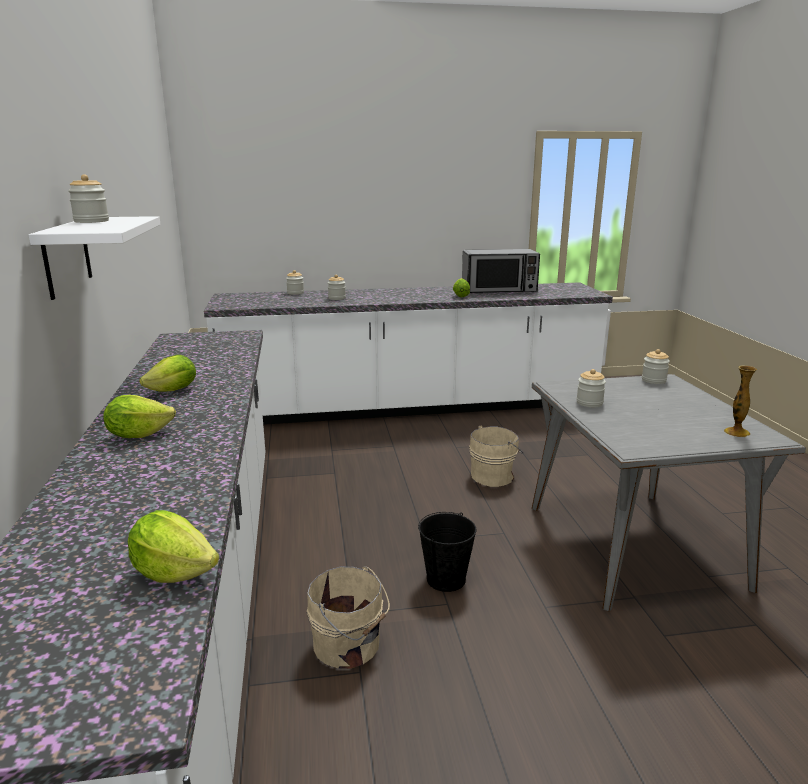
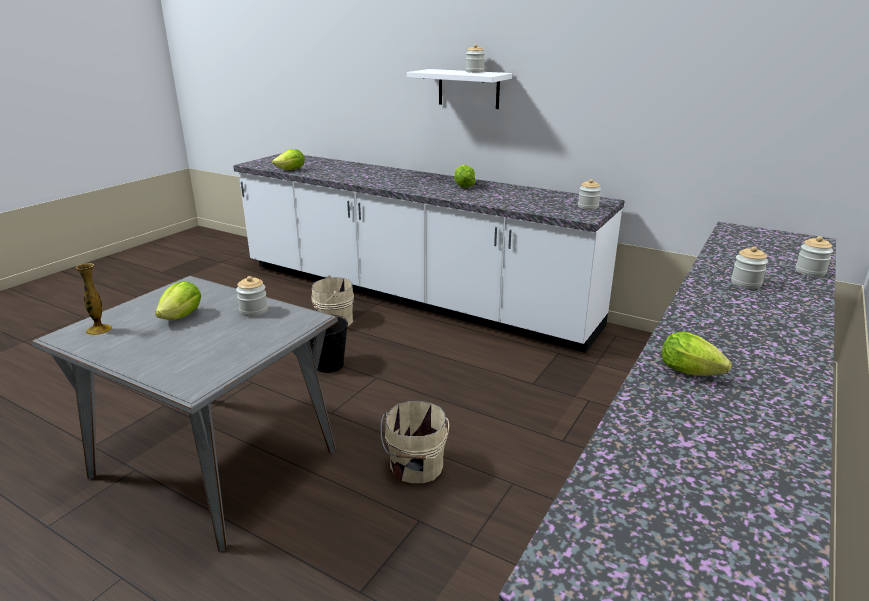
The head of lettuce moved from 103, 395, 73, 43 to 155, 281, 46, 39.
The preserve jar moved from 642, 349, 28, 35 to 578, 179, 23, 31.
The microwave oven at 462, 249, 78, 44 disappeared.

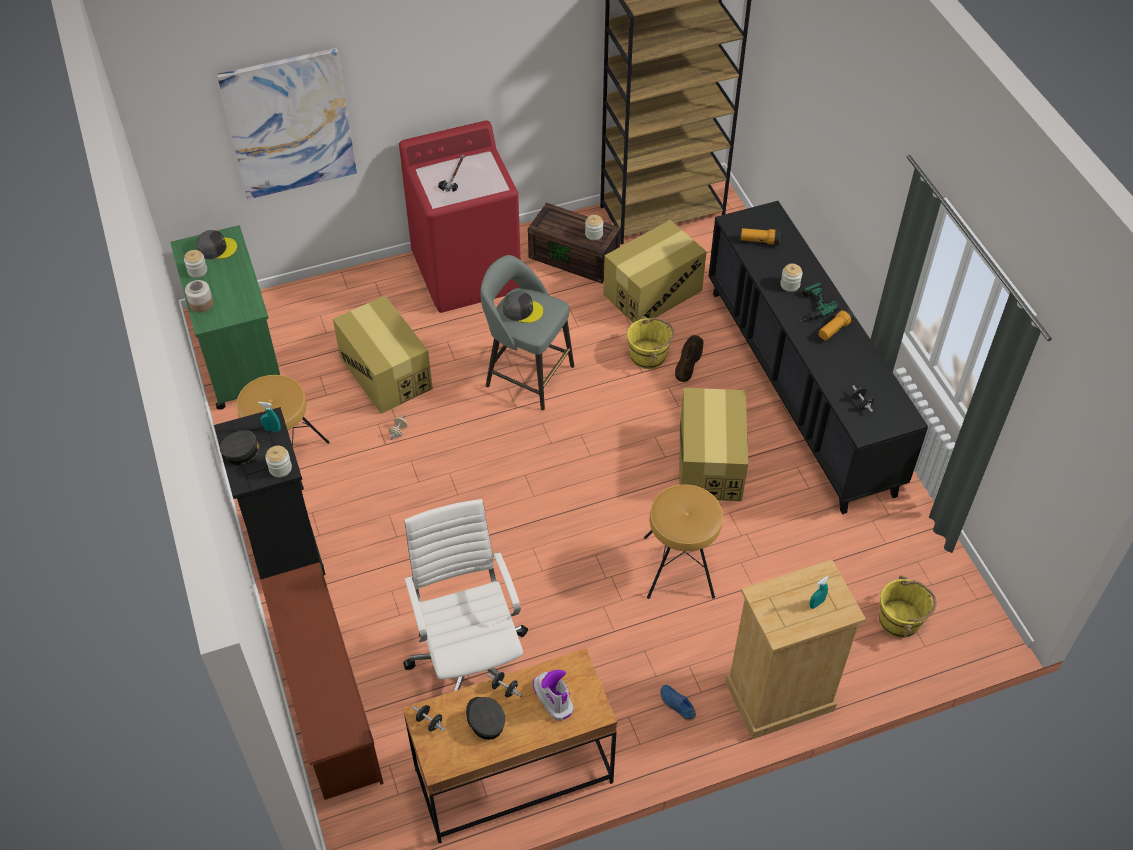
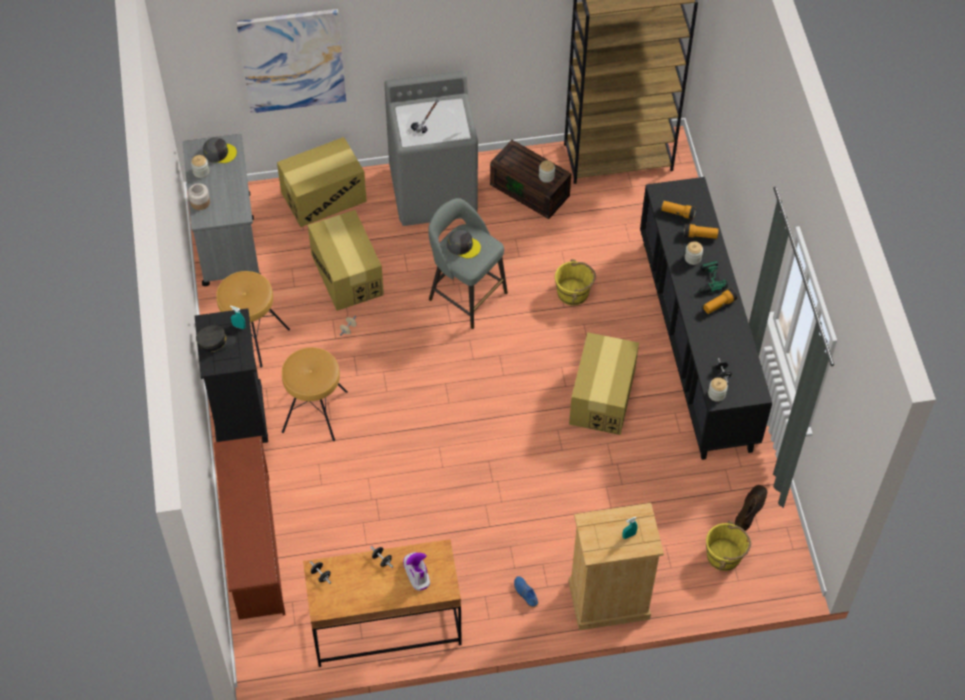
The trolley in green-coloured at 171, 226, 109, 184 became the trolley in greyish at 183, 134, 78, 152.
The cardboard box moved from 603, 220, 104, 103 to 277, 137, 90, 90.
The stool seat in brown-coloured moved from 644, 484, 79, 115 to 282, 347, 66, 94.
The laundry machine in reddish at 399, 121, 122, 192 became the laundry machine in greyish at 384, 71, 94, 155.
The torch at 684, 224, 35, 15 appeared.
The preserve jar moved from 265, 446, 27, 31 to 708, 377, 20, 25.
The high-top boot in brown-coloured moved from 675, 335, 28, 47 to 735, 485, 32, 46.
The desk chair in white at 403, 499, 125, 192 disappeared.
The cap in greyish at 466, 697, 39, 43 disappeared.

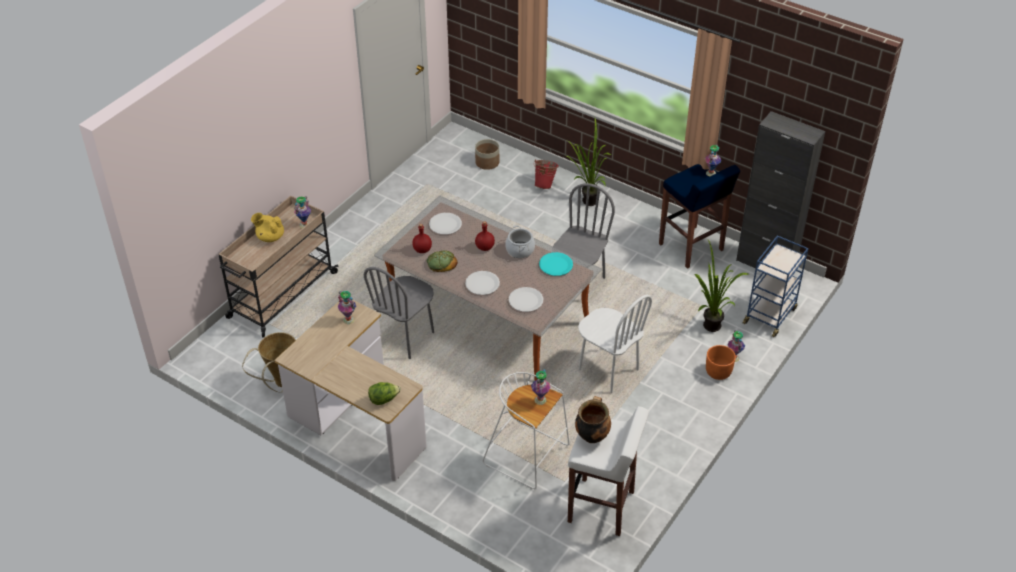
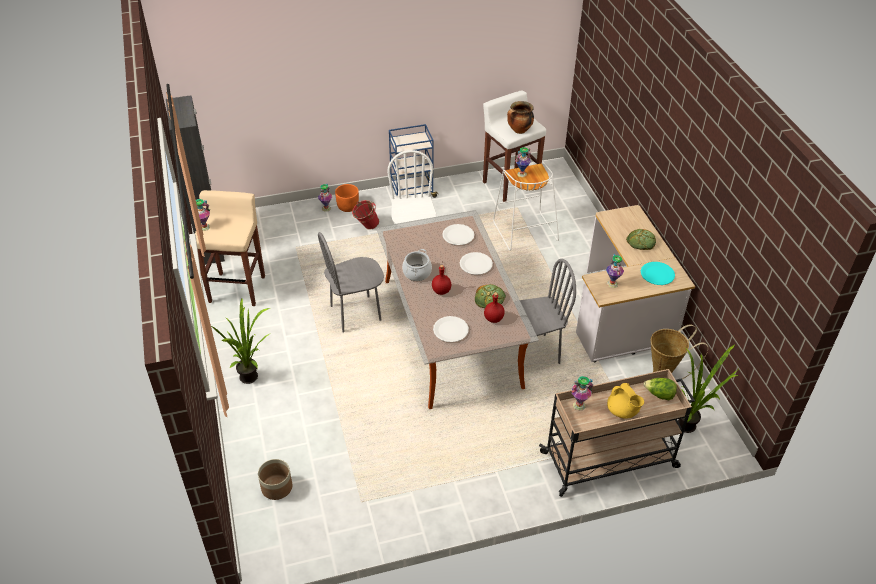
The stool seat in blue-coloured at 659, 164, 81, 105 became the stool seat in sand-coloured at 195, 190, 70, 116.
The pail in reddish moved from 534, 159, 25, 30 to 352, 200, 27, 30.
The trolley in blue-coloured moved from 743, 235, 66, 102 to 389, 124, 50, 74.
The bread at 626, 229, 30, 21 appeared.
The dinner plate in turquoise-coloured moved from 539, 252, 34, 24 to 641, 262, 34, 23.
The head of lettuce moved from 368, 382, 33, 23 to 643, 378, 34, 22.
The potted plant moved from 695, 240, 53, 92 to 678, 344, 60, 89.

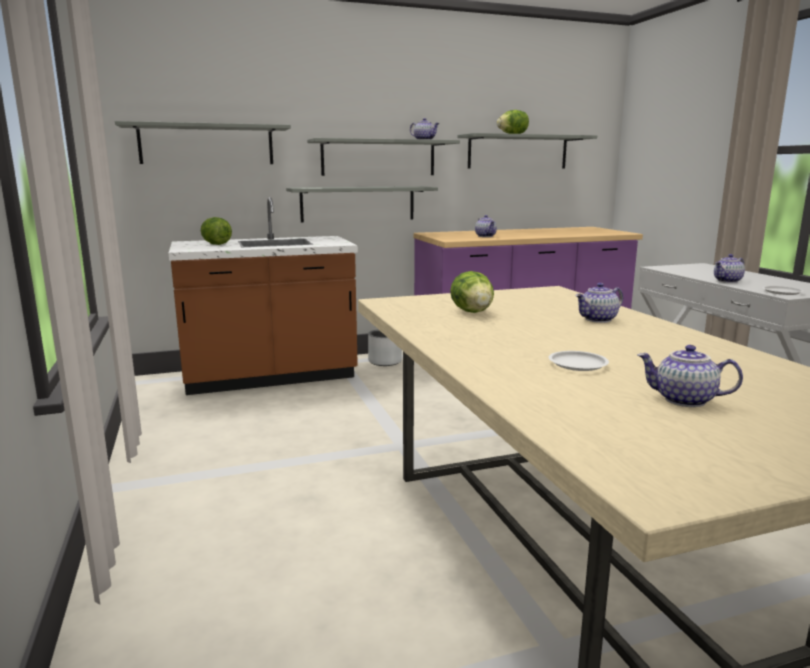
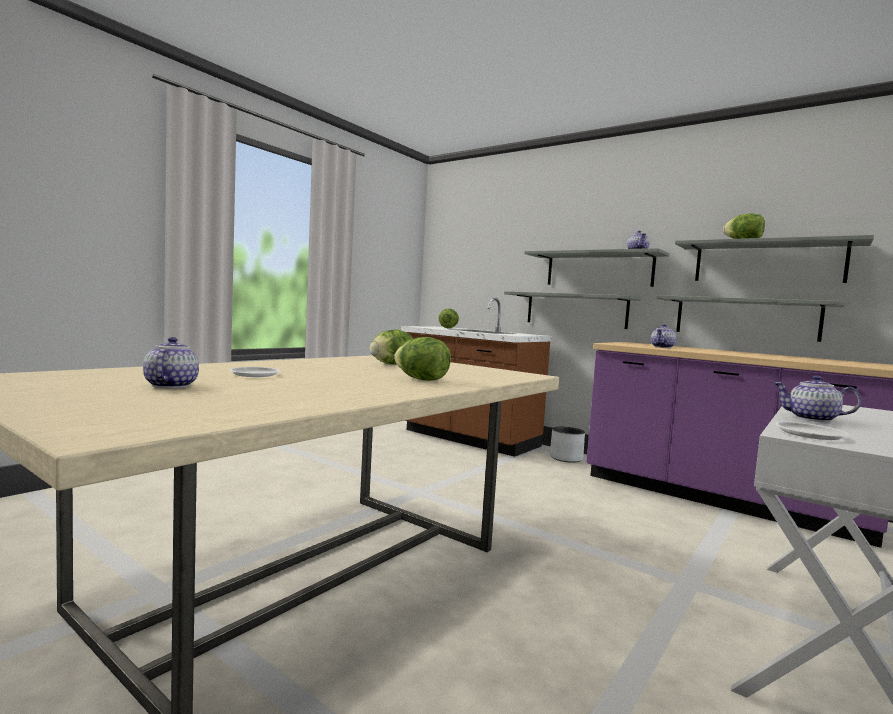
The teapot at 575, 283, 48, 40 was replaced by the head of lettuce at 394, 337, 57, 44.
The wall shelf in greyish moved from 115, 121, 176, 43 to 656, 295, 189, 47.

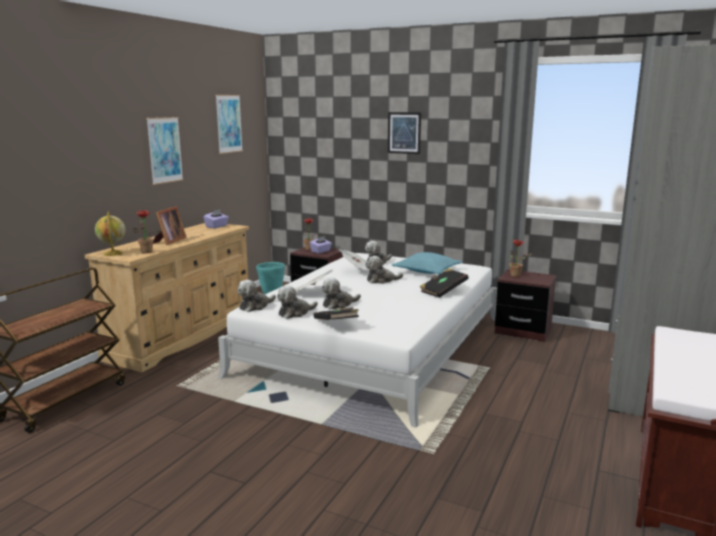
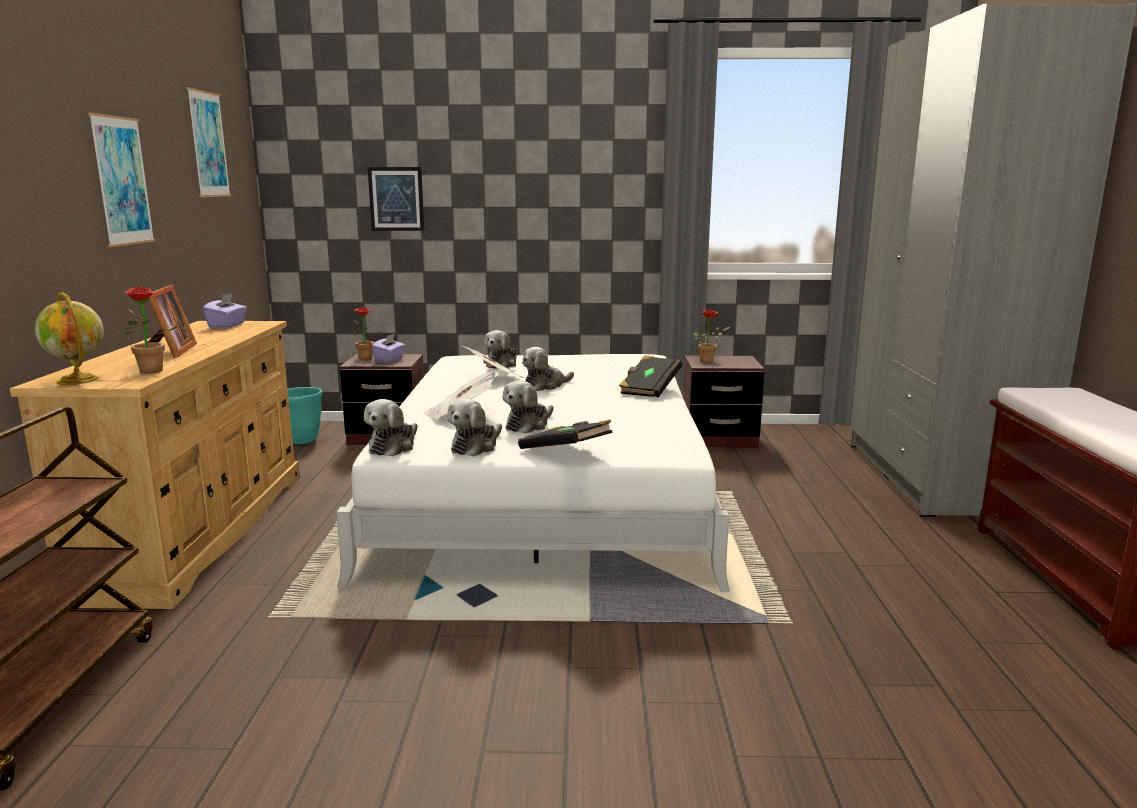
The wall art moved from 388, 112, 33, 42 to 368, 167, 56, 64.
The pillow in turquoise-coloured at 392, 252, 70, 22 disappeared.

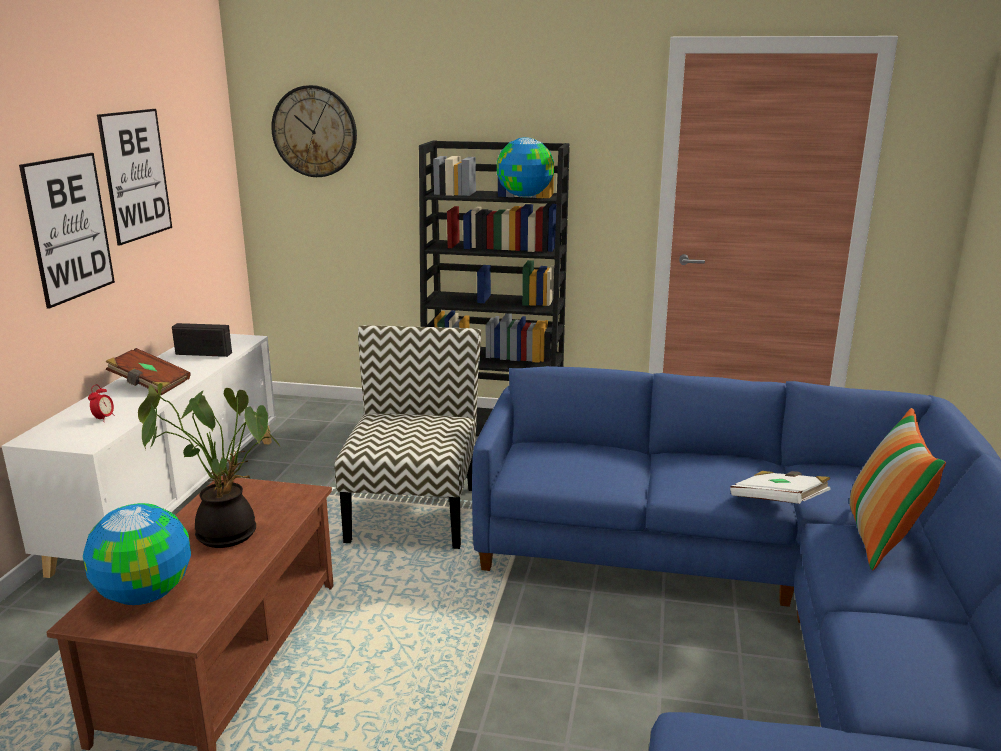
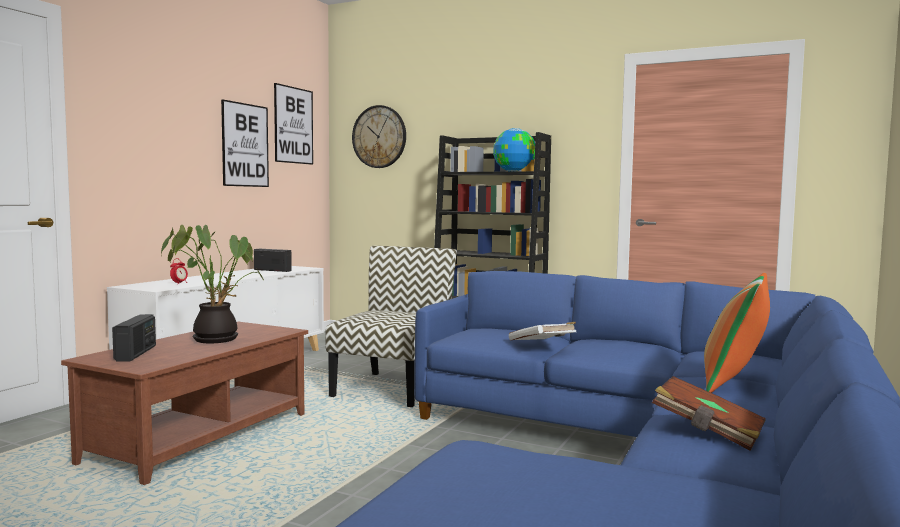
The desk globe at 83, 503, 108, 102 was replaced by the radio set at 112, 314, 44, 48.
The wall art moved from 19, 153, 96, 156 to 274, 83, 39, 82.
The book in white moved from 730, 471, 101, 33 to 509, 322, 67, 18.
The book in brown-coloured moved from 106, 348, 85, 47 to 652, 376, 114, 75.

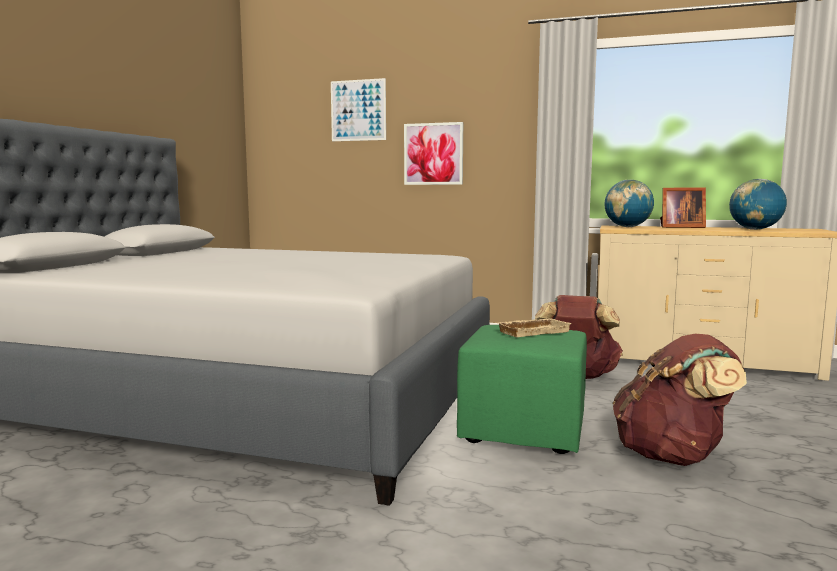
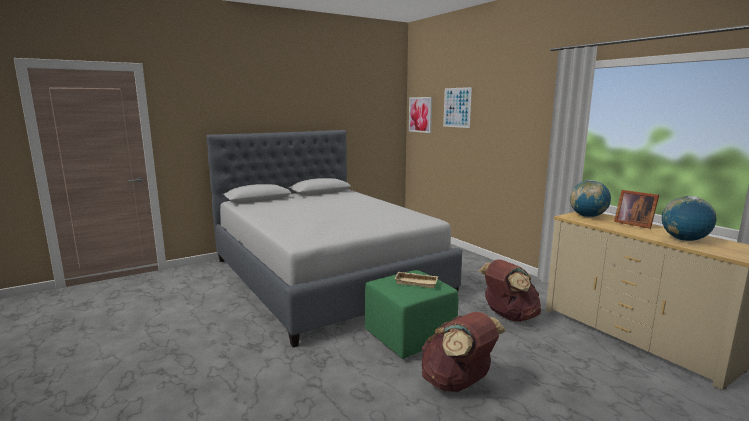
The wall art moved from 404, 122, 59, 63 to 409, 97, 23, 36.

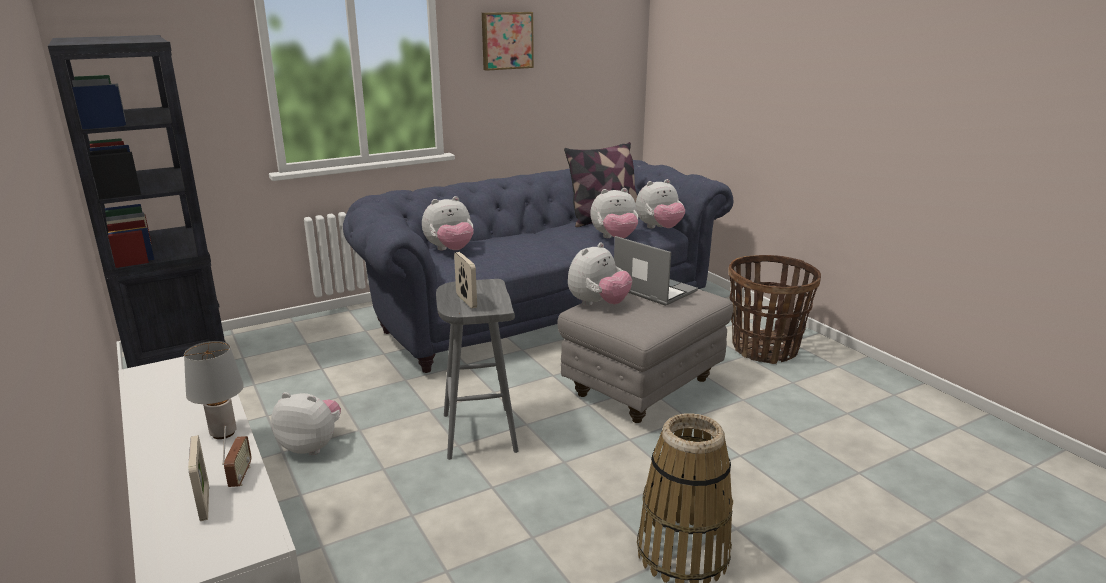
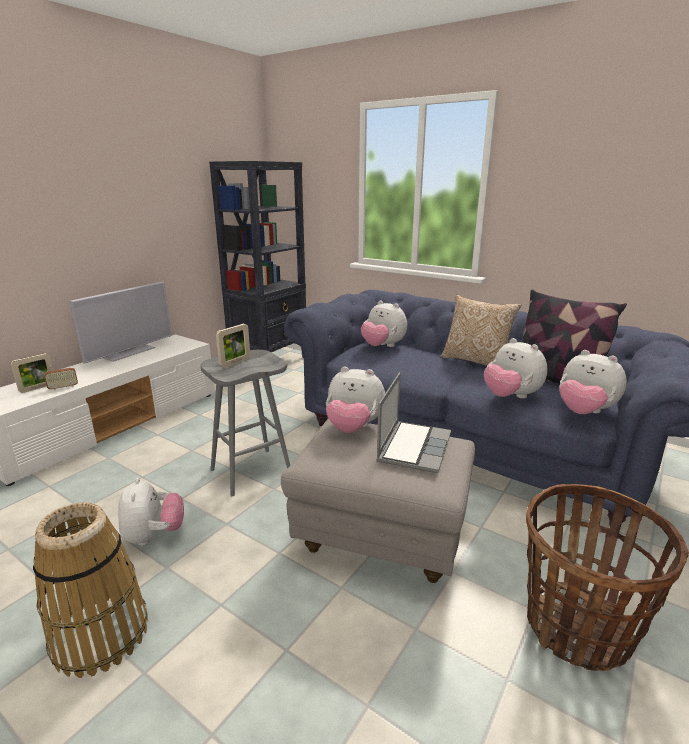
The TV set at 69, 281, 103, 83 appeared.
The plush toy moved from 271, 392, 70, 63 to 118, 478, 66, 68.
The pillow at 441, 295, 80, 71 appeared.
The tabletop lamp in greyish at 184, 341, 60, 98 disappeared.
The wall art at 482, 12, 52, 59 disappeared.

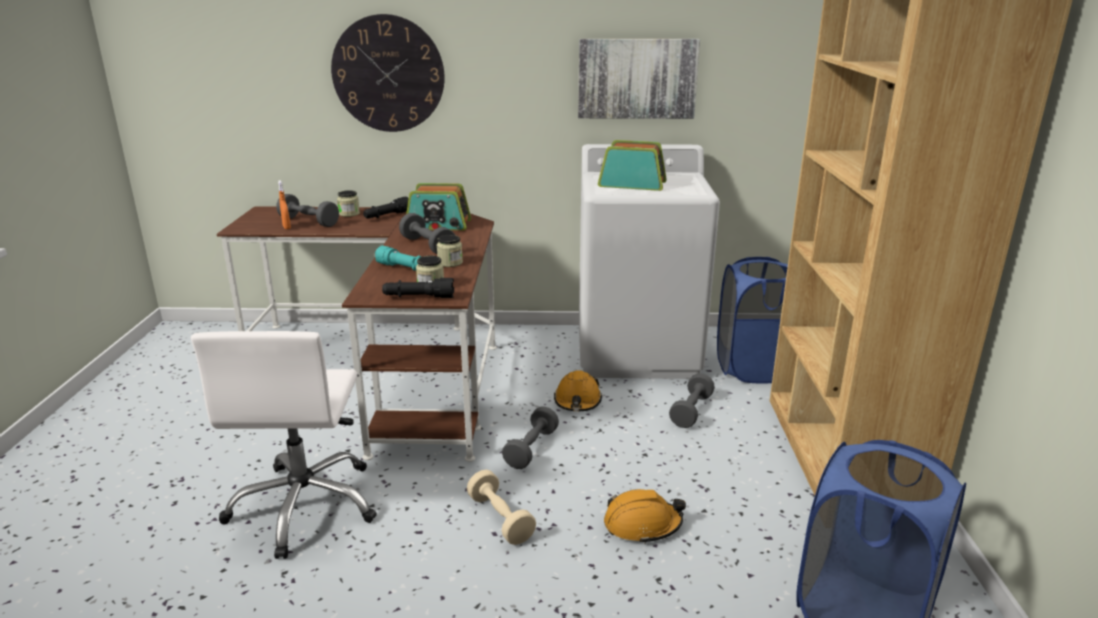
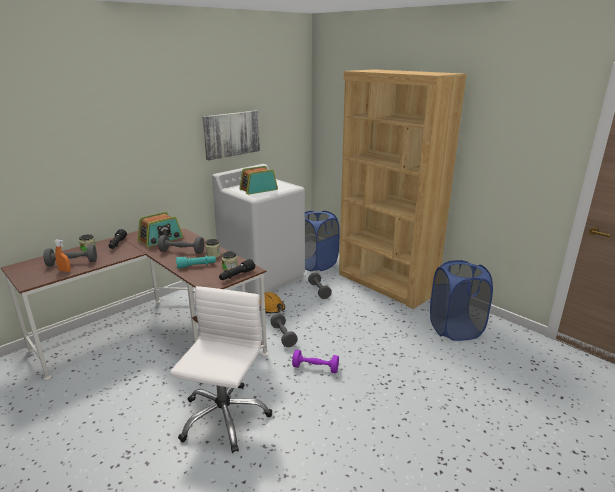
The desk chair in white at 191, 331, 186, 228 turned 120 degrees counterclockwise.
The dumbbell in sand-coloured at 467, 470, 69, 75 became the dumbbell in purple at 292, 350, 47, 23.
The clock on the wall at 331, 14, 114, 118 disappeared.
The work helmet in orangey at 604, 489, 82, 55 disappeared.

